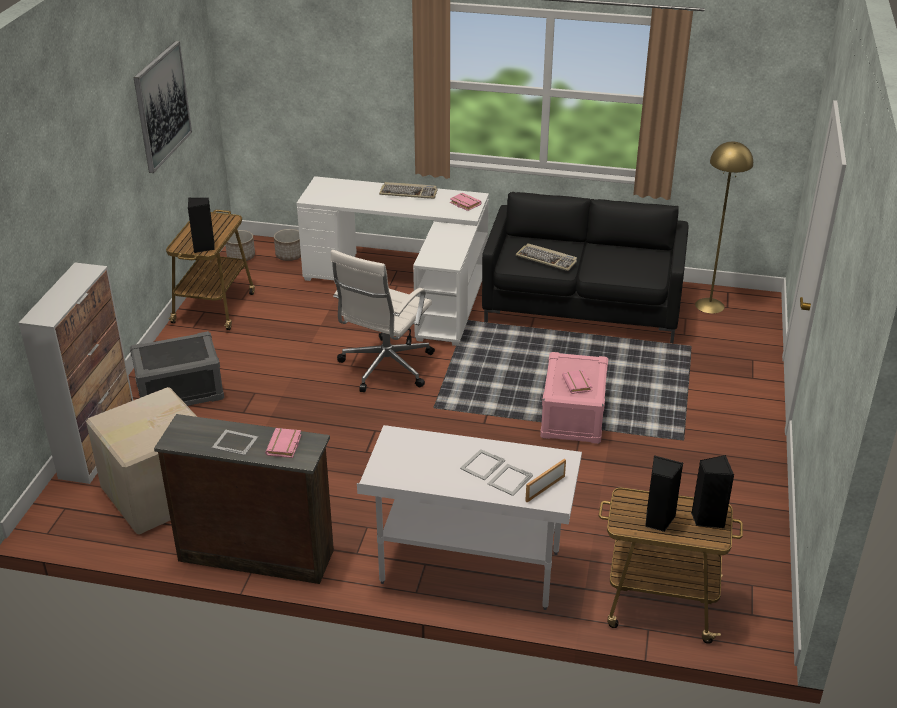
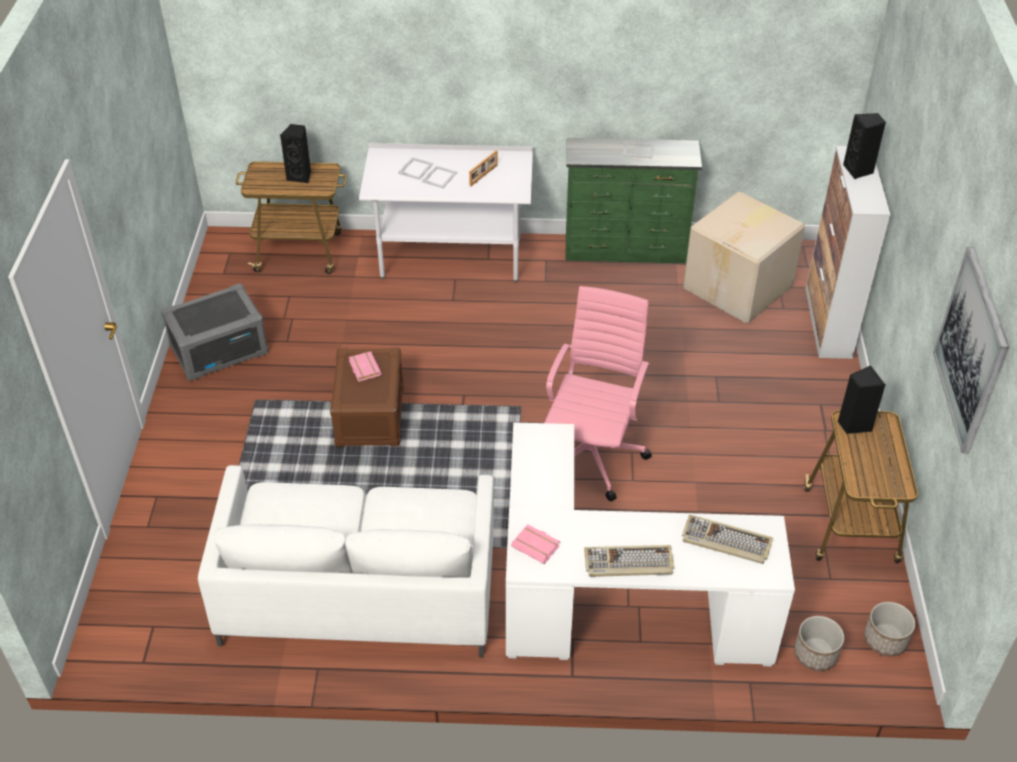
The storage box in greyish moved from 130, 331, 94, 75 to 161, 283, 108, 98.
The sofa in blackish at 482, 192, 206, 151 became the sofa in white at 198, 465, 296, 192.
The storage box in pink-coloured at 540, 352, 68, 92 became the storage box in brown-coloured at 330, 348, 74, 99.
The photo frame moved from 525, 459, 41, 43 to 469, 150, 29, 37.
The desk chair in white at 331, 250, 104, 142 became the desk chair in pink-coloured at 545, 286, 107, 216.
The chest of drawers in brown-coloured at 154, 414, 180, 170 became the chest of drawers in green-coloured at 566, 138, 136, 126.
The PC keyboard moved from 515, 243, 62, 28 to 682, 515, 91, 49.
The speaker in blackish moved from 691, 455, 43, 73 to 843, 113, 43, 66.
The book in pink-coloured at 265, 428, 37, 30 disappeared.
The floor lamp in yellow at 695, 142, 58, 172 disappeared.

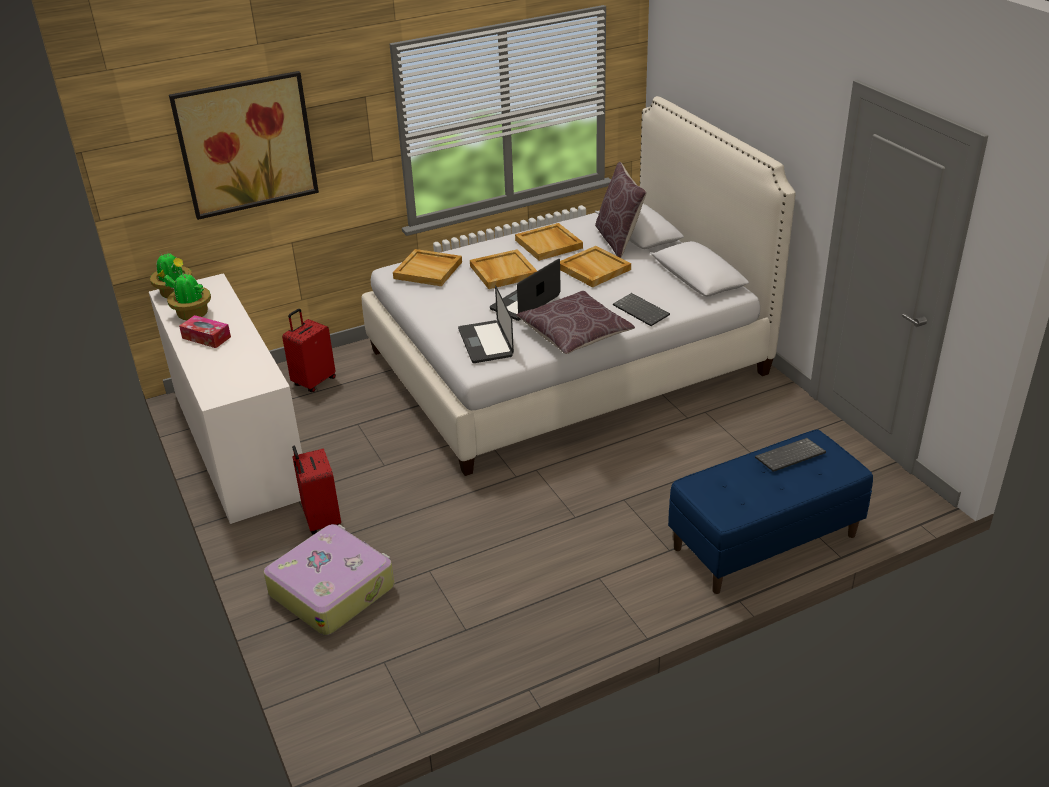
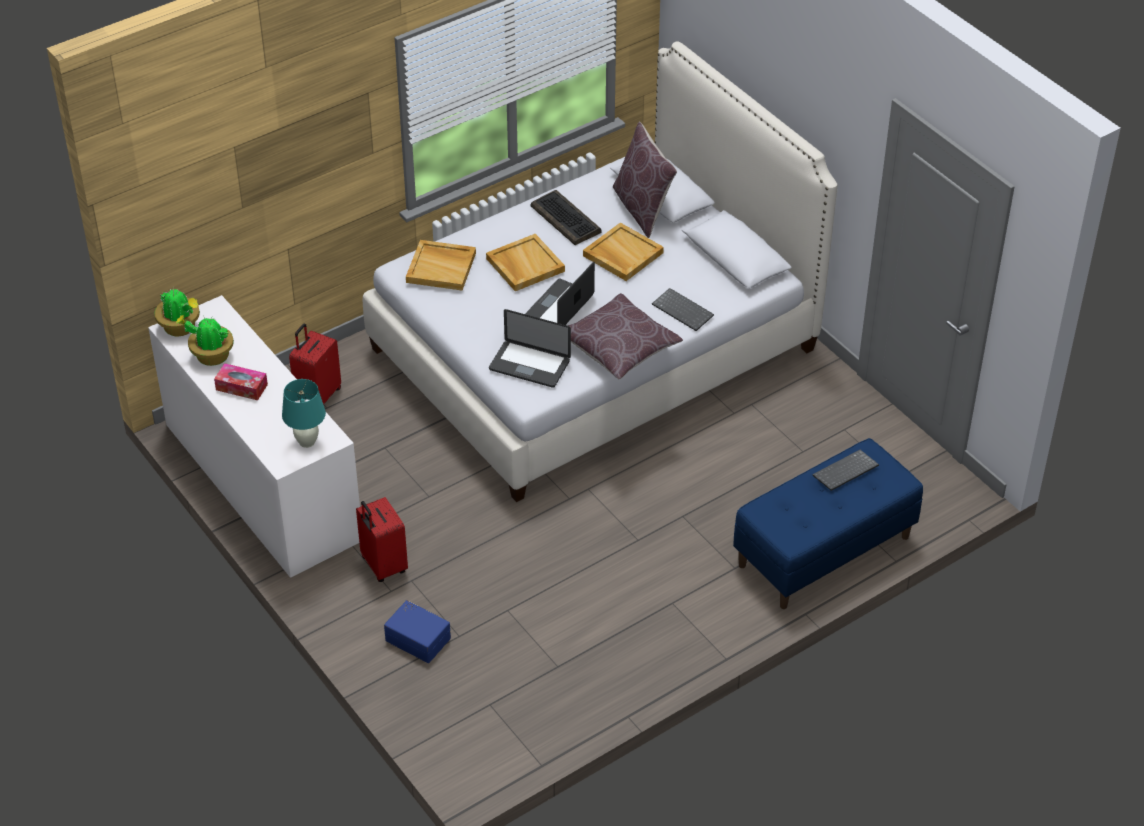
The tabletop lamp in turquoise-coloured at 282, 379, 44, 69 appeared.
The travel case at 264, 524, 130, 111 was replaced by the storage box in blue-coloured at 384, 600, 67, 63.
The laptop at 458, 285, 56, 78 turned 45 degrees counterclockwise.
The tray in sand-coloured at 515, 223, 68, 38 was replaced by the PC keyboard at 531, 190, 71, 55.
The wall art at 169, 71, 150, 149 disappeared.

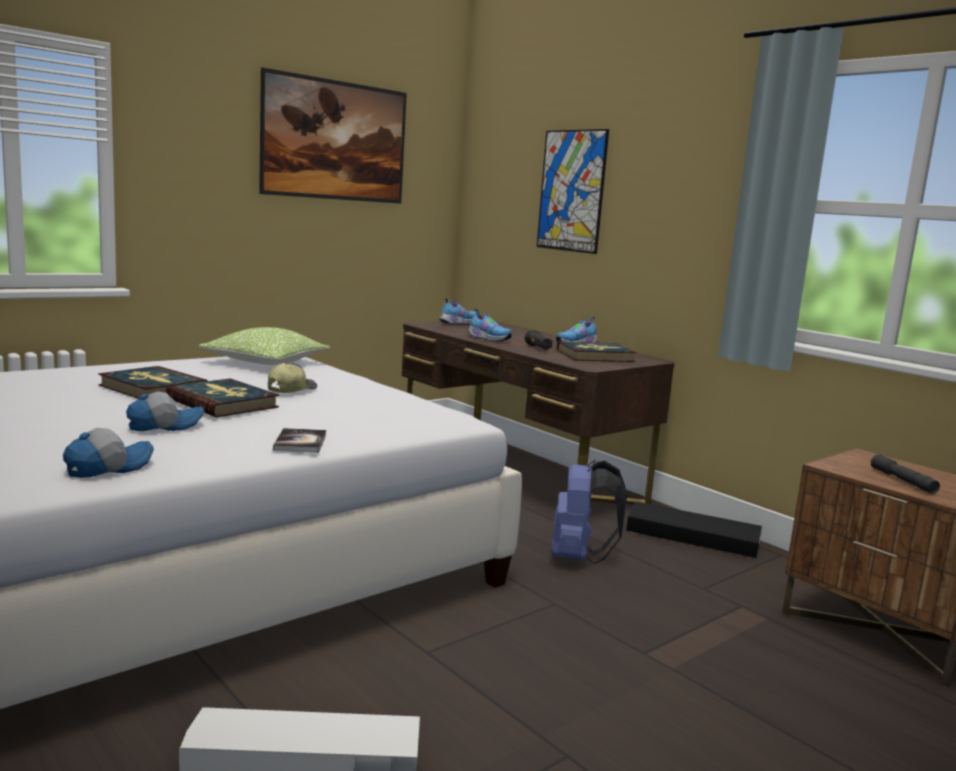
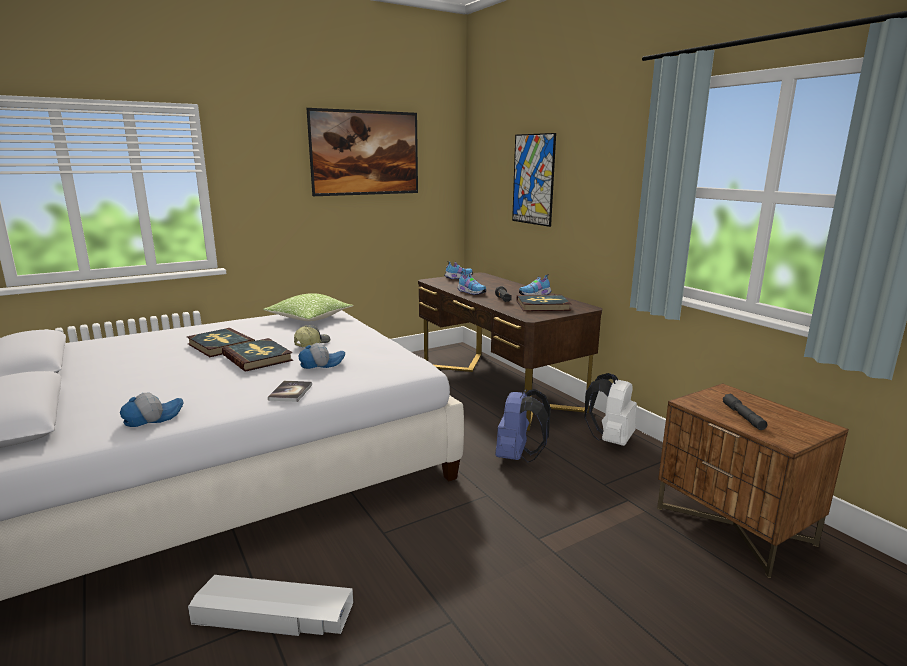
The cap moved from 126, 391, 78, 40 to 298, 343, 47, 26.
The storage box in blackish at 626, 501, 136, 57 was replaced by the knapsack in white at 584, 373, 53, 73.

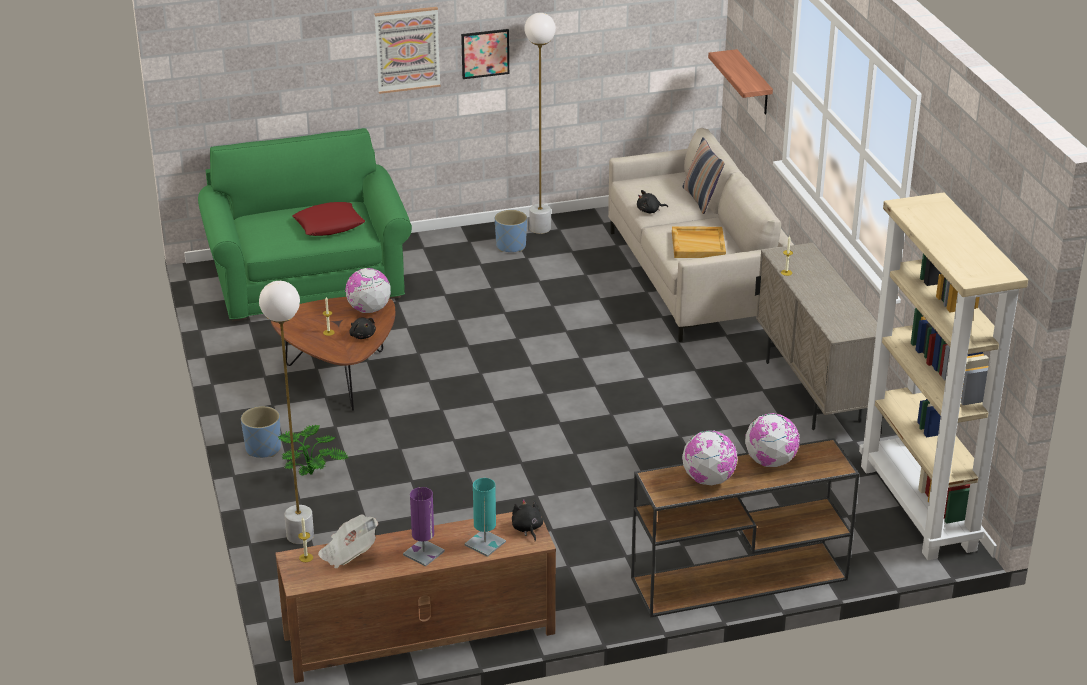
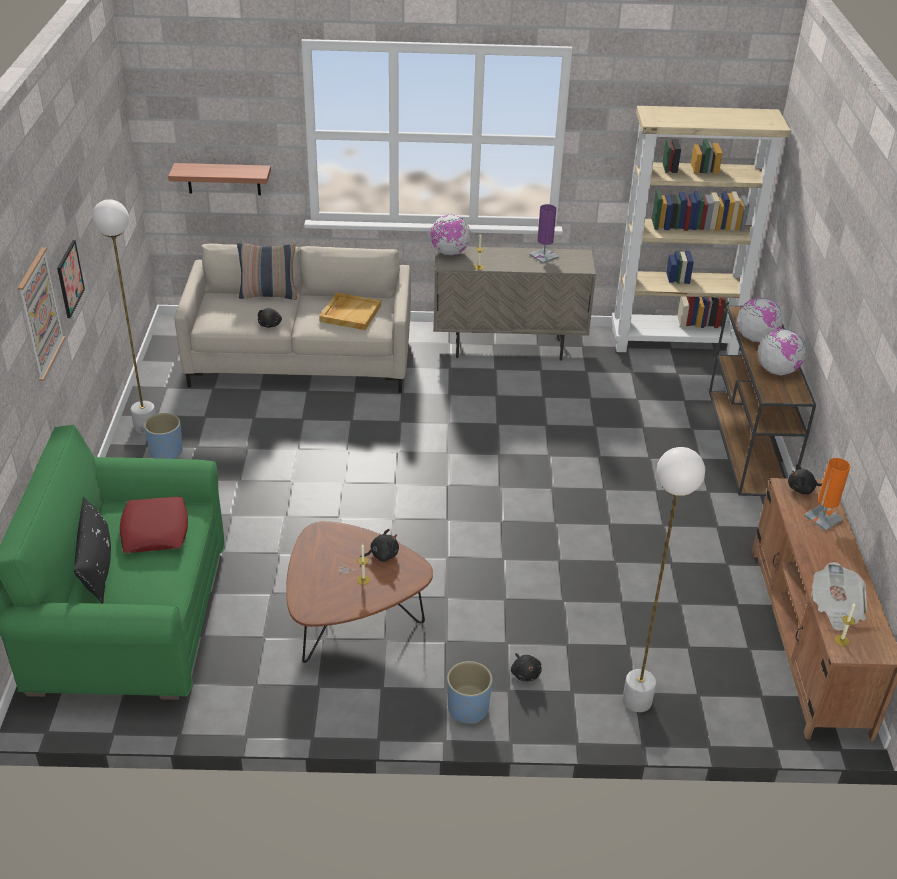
The pillow in blackish at 74, 496, 37, 108 appeared.
The desk globe moved from 345, 268, 46, 45 to 430, 215, 40, 40.
The potted plant at 278, 425, 71, 51 was replaced by the plush toy in blackish at 511, 653, 31, 28.
The tabletop lamp in purple moved from 403, 487, 42, 80 to 529, 204, 30, 59.
The tabletop lamp in turquoise-coloured at 465, 478, 41, 79 became the tabletop lamp in orangey at 804, 458, 46, 73.

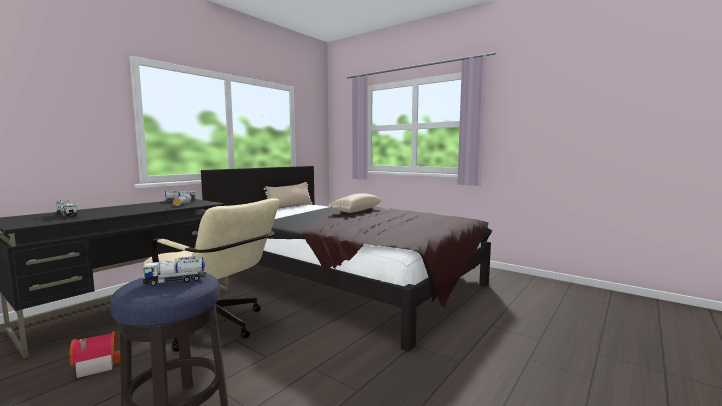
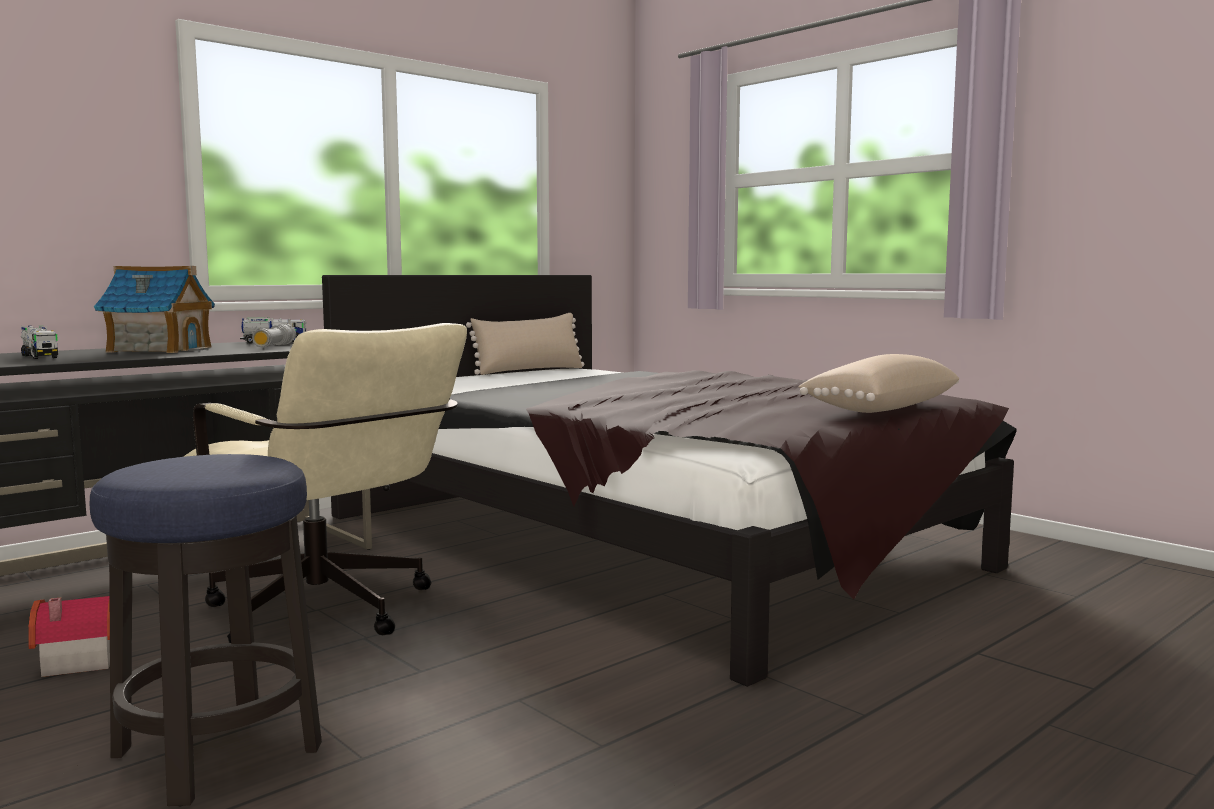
The model house at 94, 266, 121, 87 appeared.
The pillow in sand-coloured moved from 328, 193, 54, 20 to 798, 354, 161, 59.
The toy lorry at 141, 256, 66, 30 disappeared.

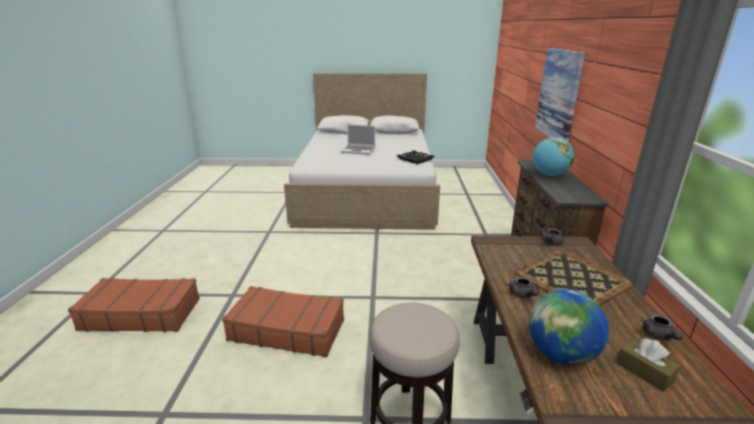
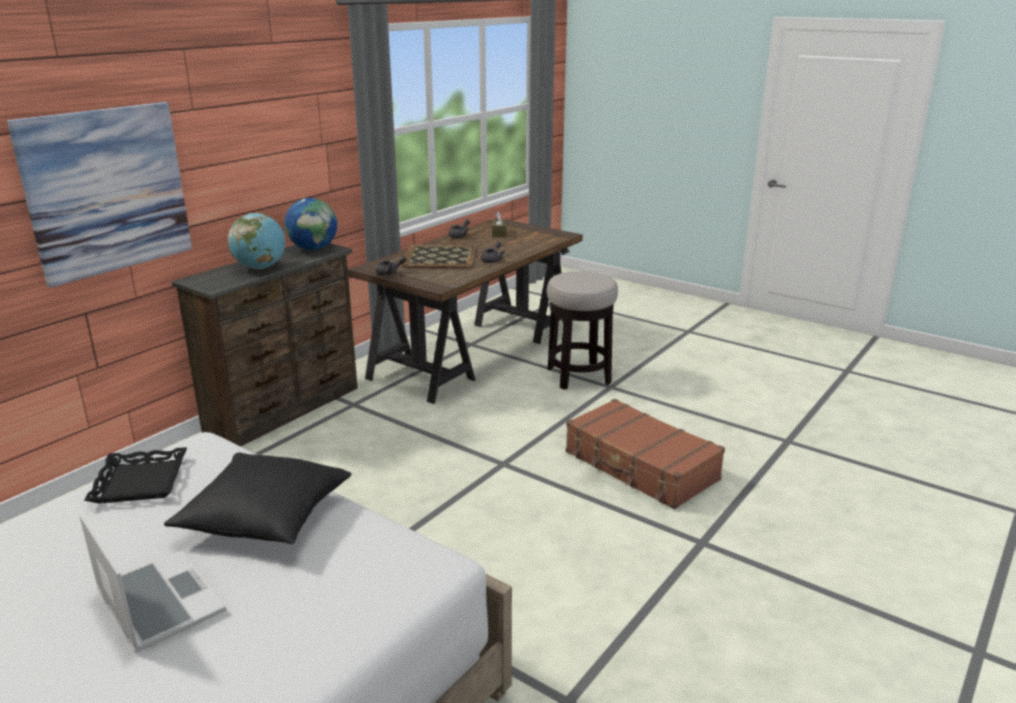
The pillow in blackish at 164, 453, 187, 91 appeared.
The desk globe moved from 529, 289, 80, 76 to 284, 198, 53, 52.
The travel case in brown-coloured at 68, 278, 132, 54 disappeared.

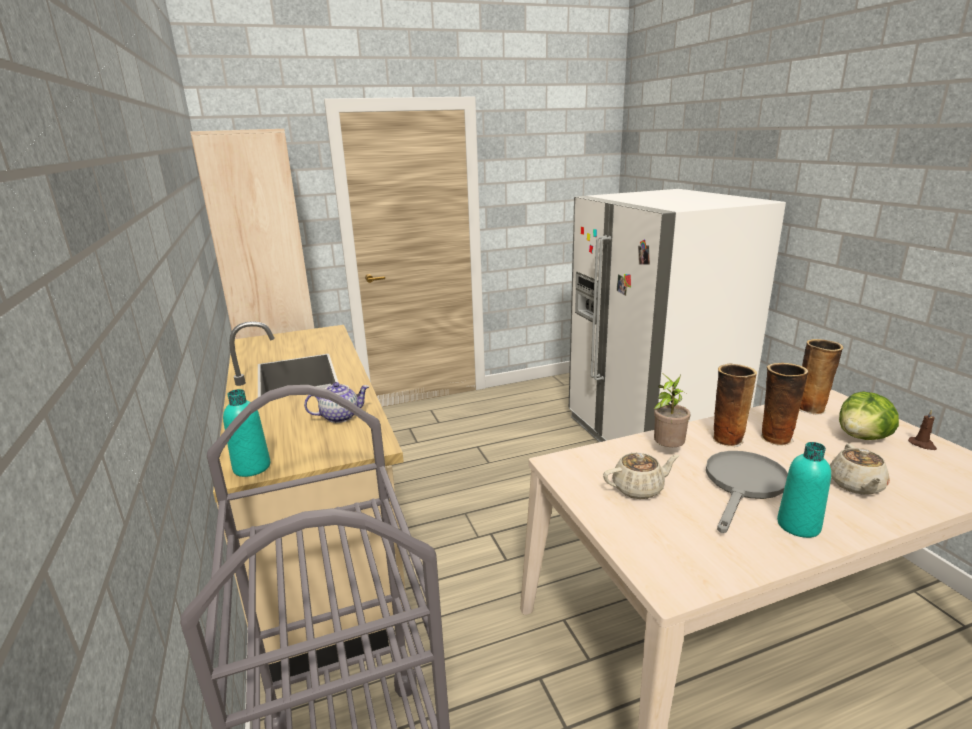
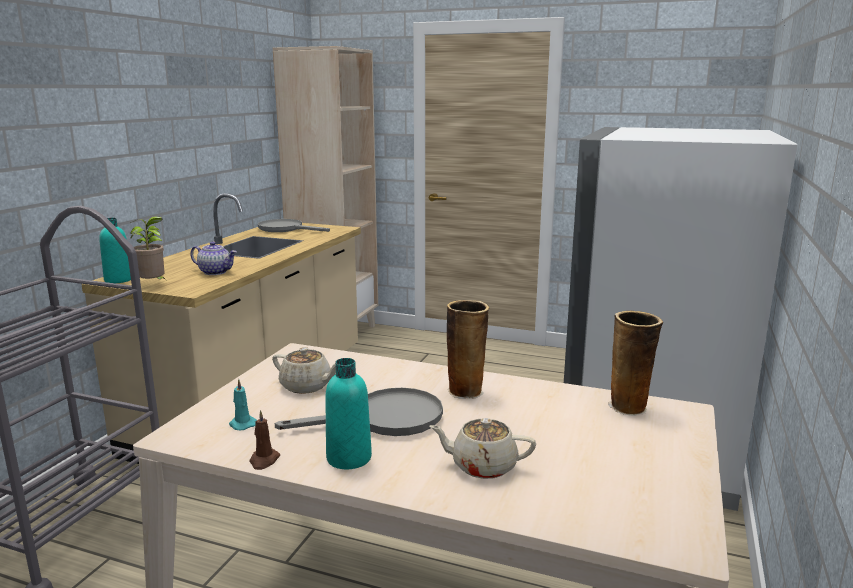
The potted plant moved from 653, 373, 38, 74 to 130, 216, 36, 64.
The candle in turquoise-coloured at 229, 379, 28, 51 appeared.
The candle in brown-coloured moved from 908, 410, 29, 40 to 249, 410, 31, 60.
The pan in greyish at 258, 219, 72, 13 appeared.
The teapot in sand-coloured at 830, 443, 59, 52 turned 45 degrees clockwise.
The decorative vase at 761, 363, 48, 83 disappeared.
The head of lettuce at 839, 391, 60, 49 disappeared.

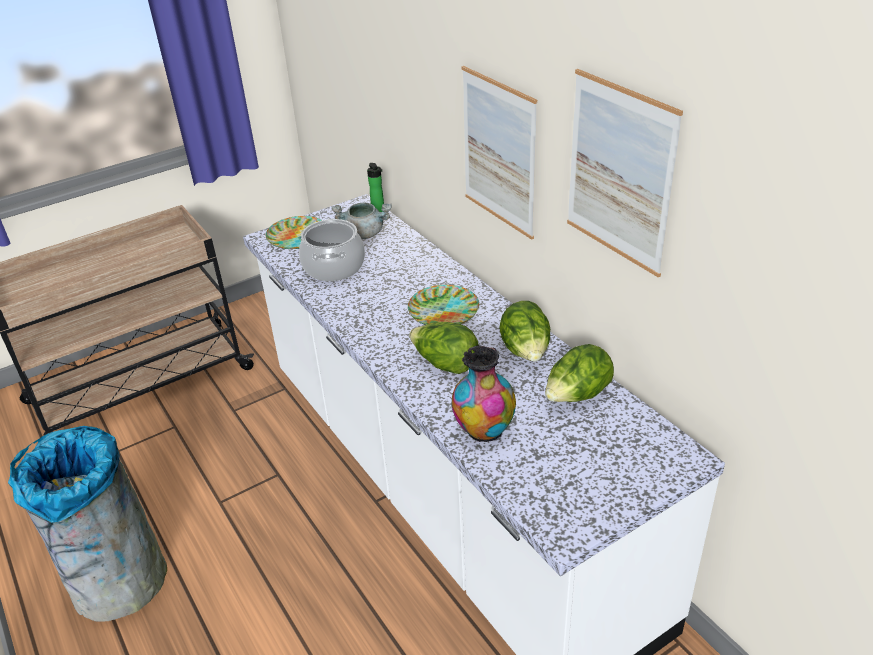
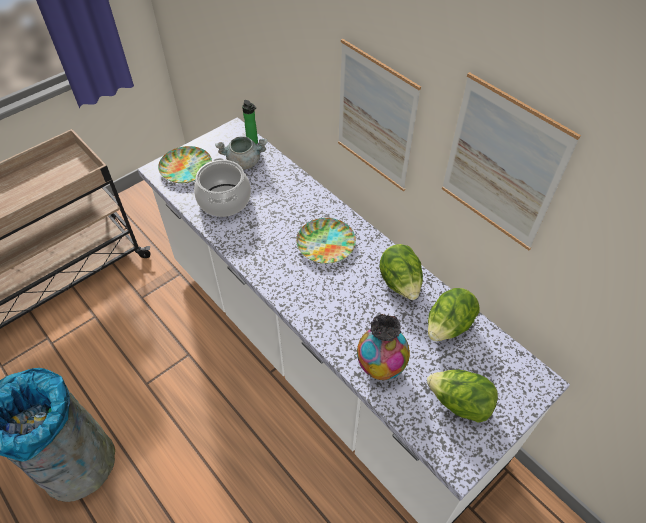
The head of lettuce moved from 409, 322, 70, 52 to 427, 370, 71, 53.

